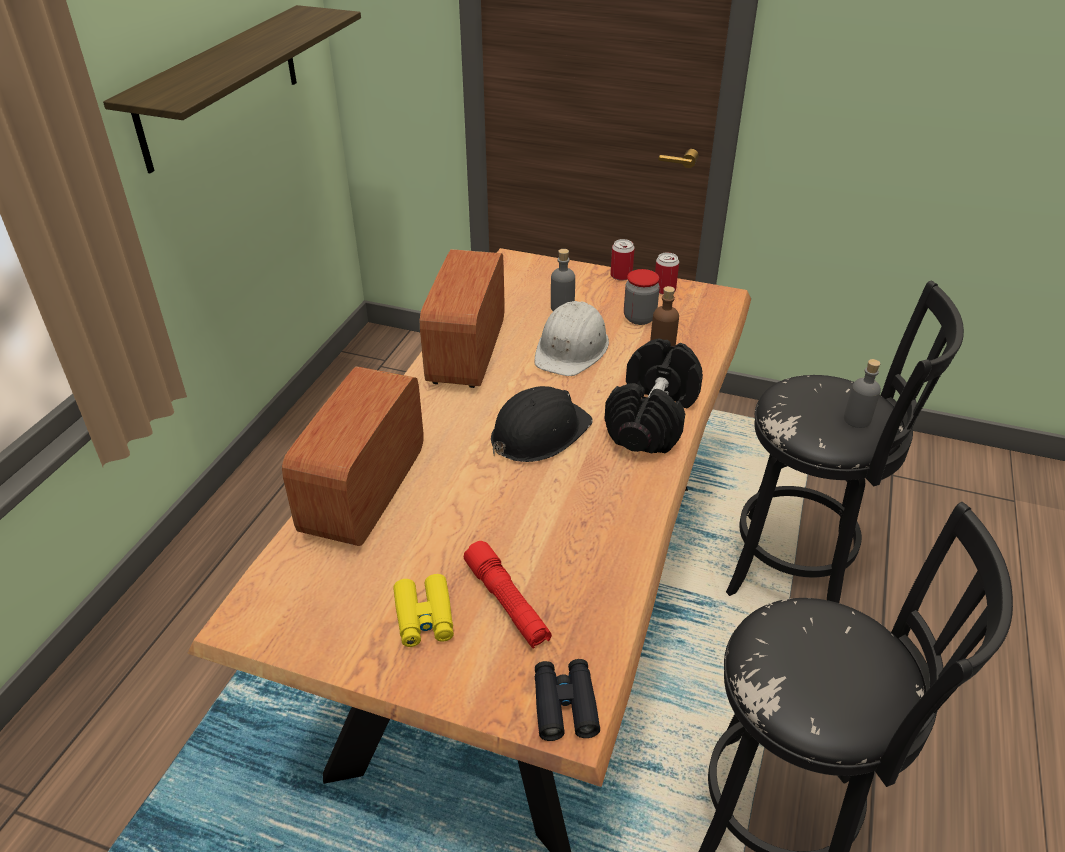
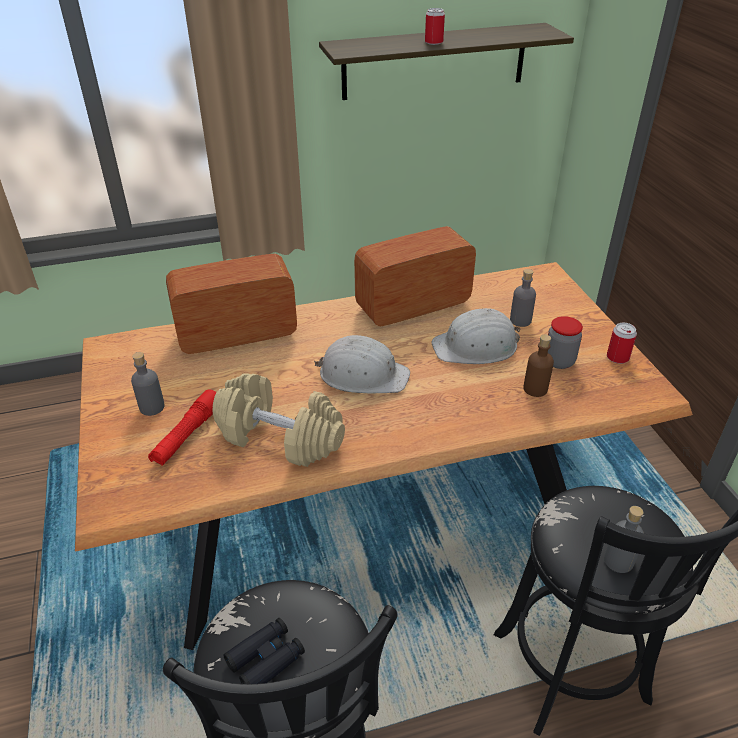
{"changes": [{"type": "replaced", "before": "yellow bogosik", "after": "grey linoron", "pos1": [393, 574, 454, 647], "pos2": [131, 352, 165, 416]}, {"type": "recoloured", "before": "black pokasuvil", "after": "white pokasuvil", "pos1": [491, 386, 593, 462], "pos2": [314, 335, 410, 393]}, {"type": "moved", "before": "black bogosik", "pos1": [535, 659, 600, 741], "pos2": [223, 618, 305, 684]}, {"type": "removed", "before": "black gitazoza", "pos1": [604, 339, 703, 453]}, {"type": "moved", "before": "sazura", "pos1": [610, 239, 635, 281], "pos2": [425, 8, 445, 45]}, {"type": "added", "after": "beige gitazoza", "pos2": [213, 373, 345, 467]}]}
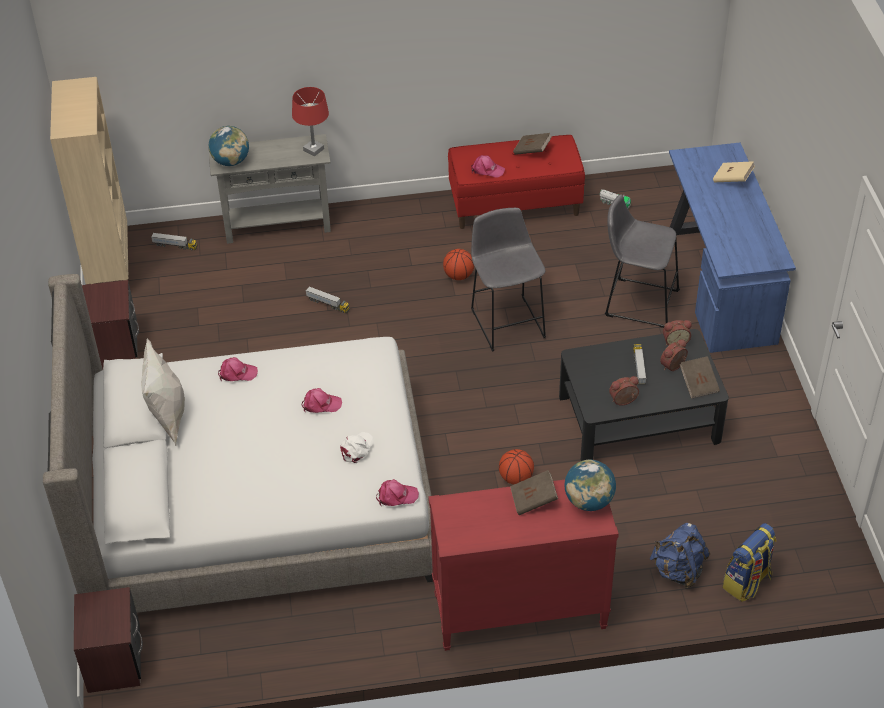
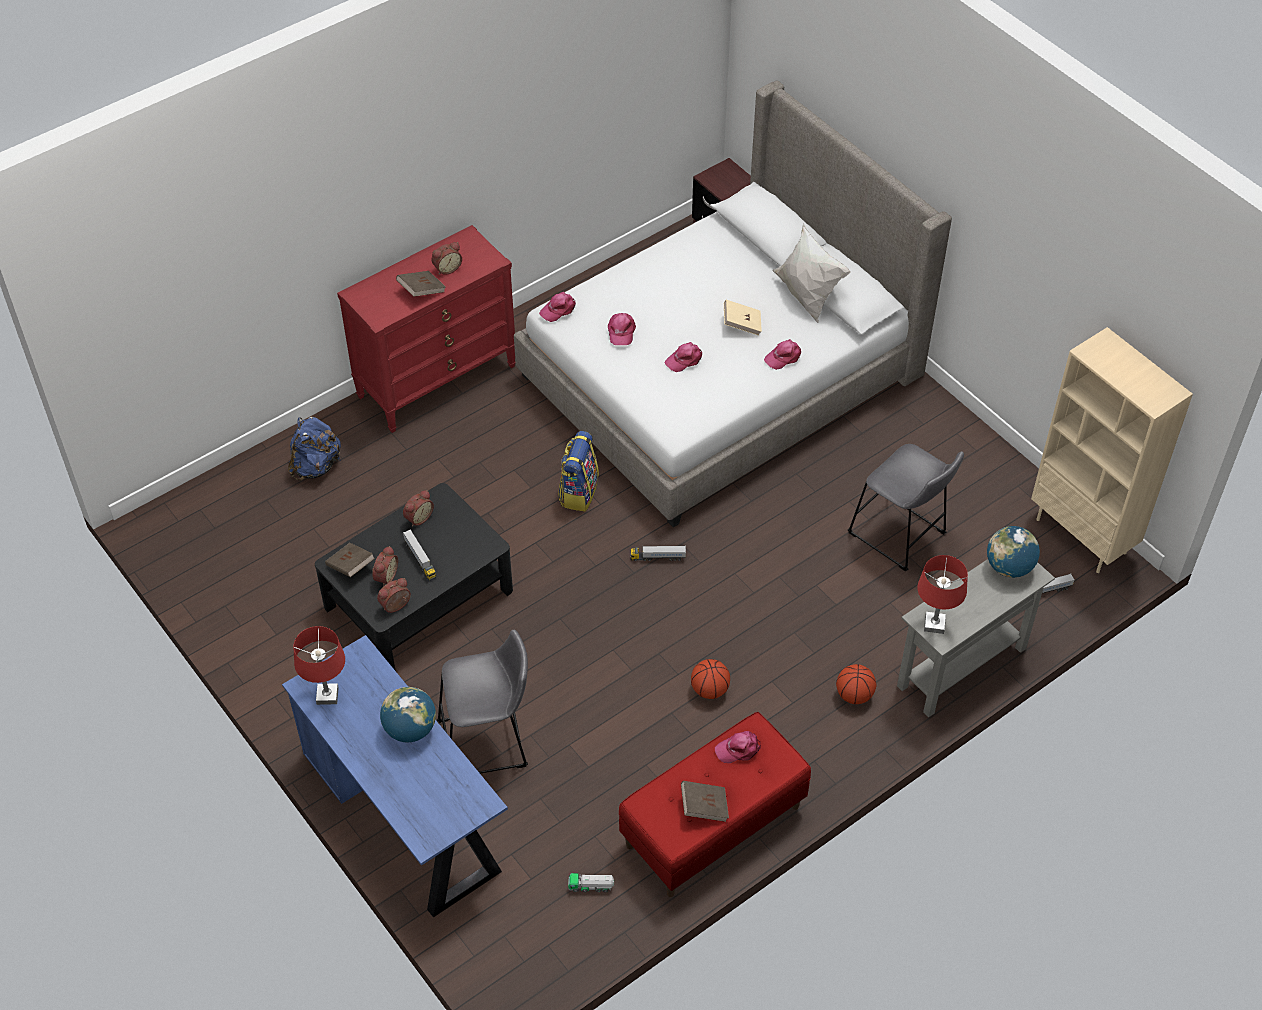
{"changes": [{"type": "removed", "before": "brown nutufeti", "pos1": [82, 280, 139, 369]}, {"type": "moved", "before": "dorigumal", "pos1": [306, 286, 350, 313], "pos2": [630, 546, 686, 561]}, {"type": "recoloured", "before": "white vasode", "after": "pink vasode", "pos1": [340, 432, 374, 463], "pos2": [608, 313, 636, 345]}, {"type": "moved", "before": "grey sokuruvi", "pos1": [471, 208, 546, 352], "pos2": [848, 444, 964, 571]}, {"type": "moved", "before": "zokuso", "pos1": [499, 449, 534, 484], "pos2": [836, 664, 877, 704]}, {"type": "moved", "before": "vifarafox", "pos1": [564, 460, 616, 511], "pos2": [380, 687, 436, 742]}, {"type": "moved", "before": "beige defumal", "pos1": [713, 161, 755, 182], "pos2": [724, 300, 762, 336]}, {"type": "moved", "before": "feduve", "pos1": [722, 523, 777, 602], "pos2": [558, 431, 599, 512]}, {"type": "added", "after": "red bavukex", "pos2": [293, 626, 345, 705]}, {"type": "added", "after": "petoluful", "pos2": [431, 242, 462, 275]}]}
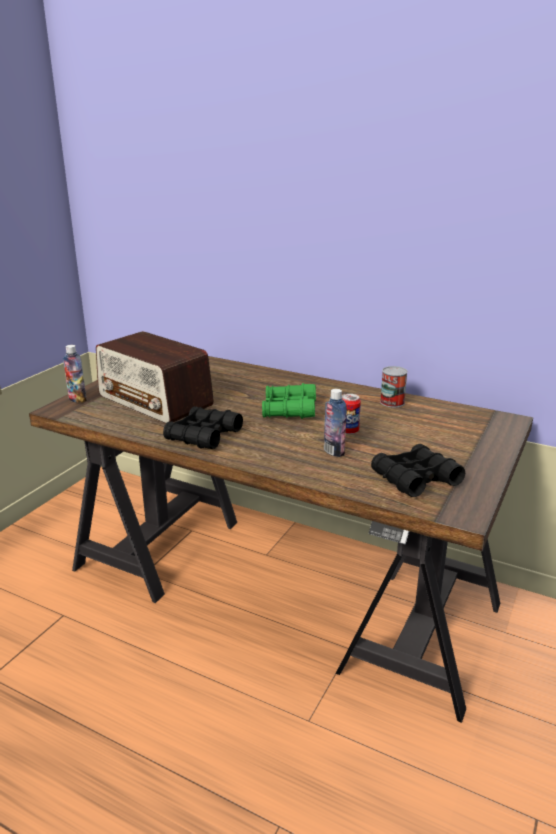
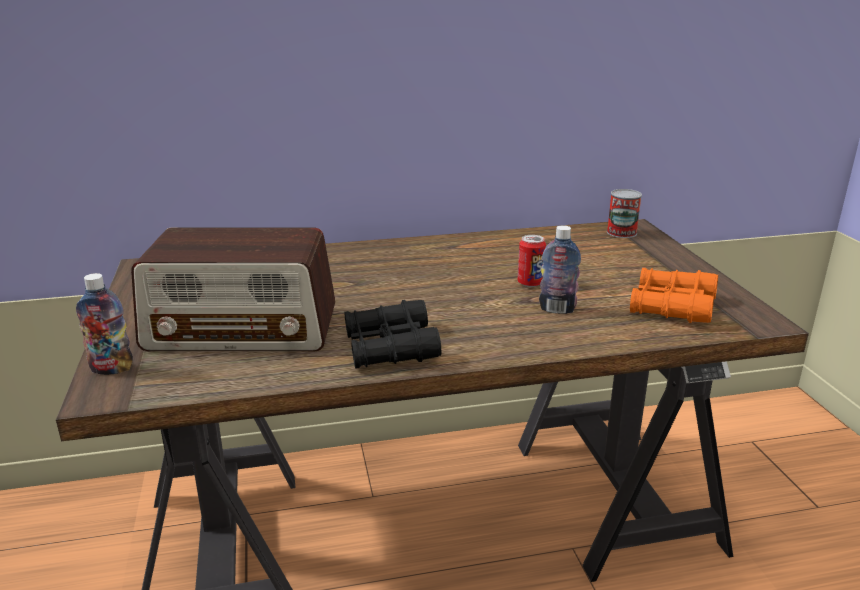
{"changes": [{"type": "removed", "before": "green bogosik", "pos1": [262, 383, 316, 419]}, {"type": "recoloured", "before": "black bogosik", "after": "orange bogosik", "pos1": [371, 444, 465, 497], "pos2": [630, 268, 718, 323]}, {"type": "moved", "before": "sazura", "pos1": [380, 366, 408, 408], "pos2": [607, 189, 642, 238]}]}
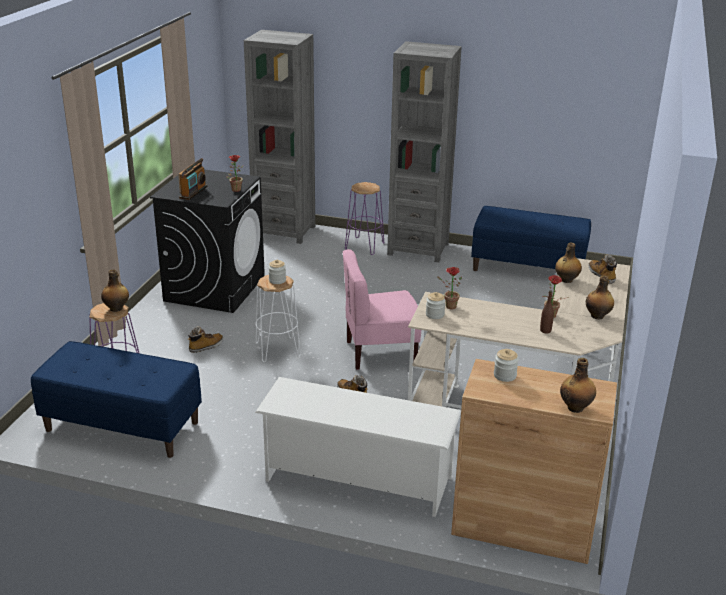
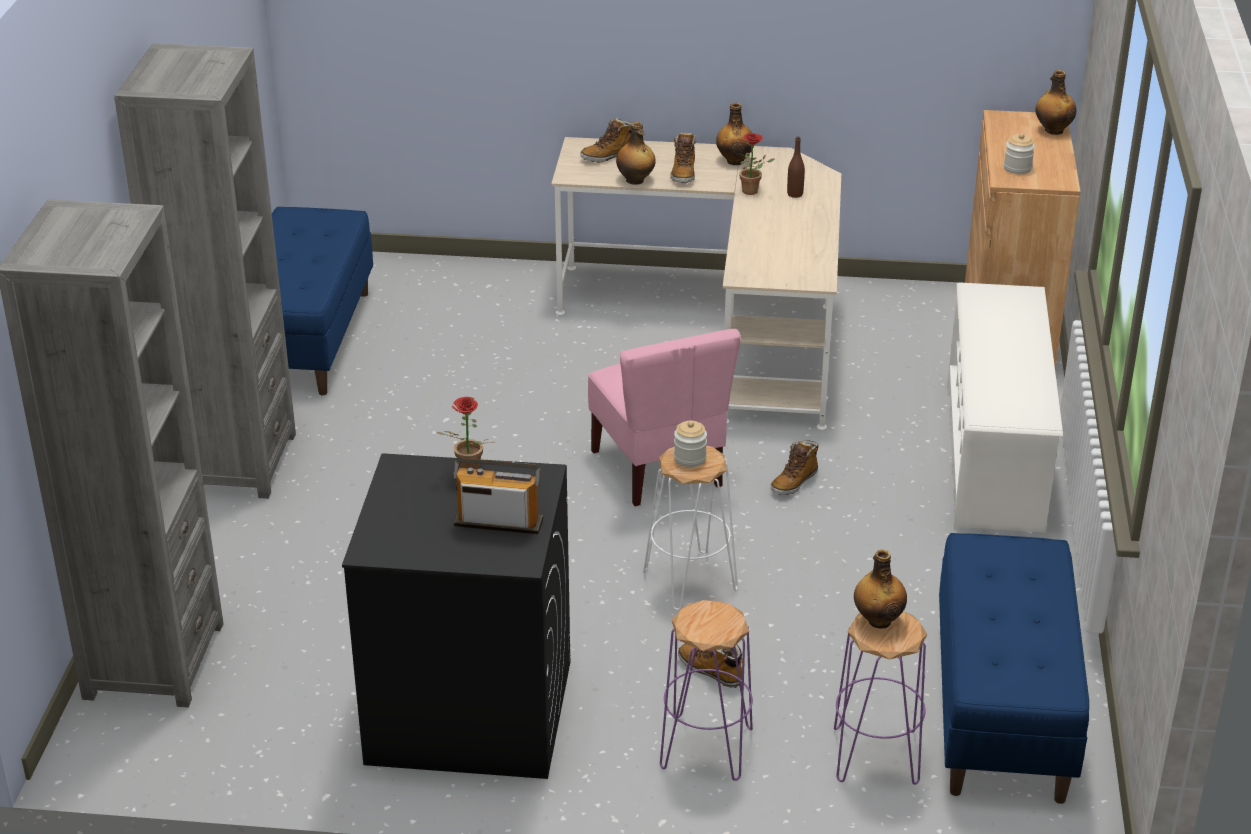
{"changes": [{"type": "moved", "before": "purple sokuruvi", "pos1": [345, 182, 384, 255], "pos2": [660, 600, 753, 781]}, {"type": "removed", "before": "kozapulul", "pos1": [426, 292, 446, 319]}, {"type": "removed", "before": "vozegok", "pos1": [437, 267, 462, 309]}, {"type": "added", "after": "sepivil", "pos2": [670, 132, 696, 183]}]}
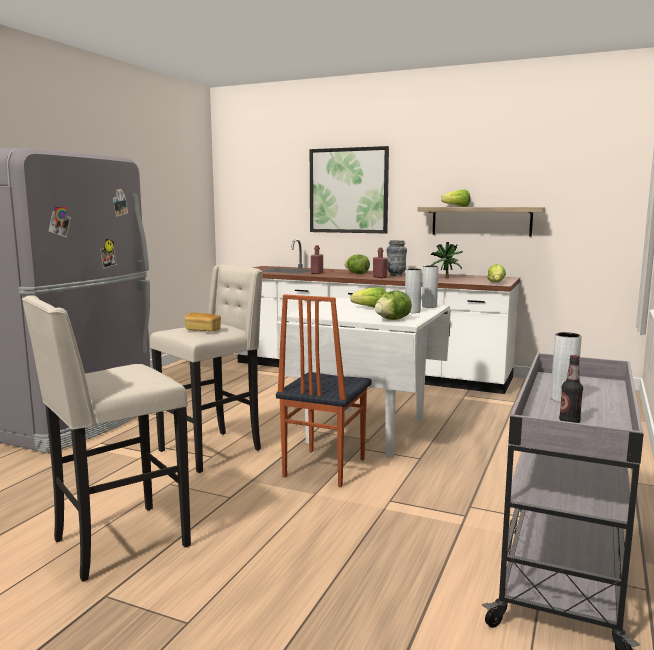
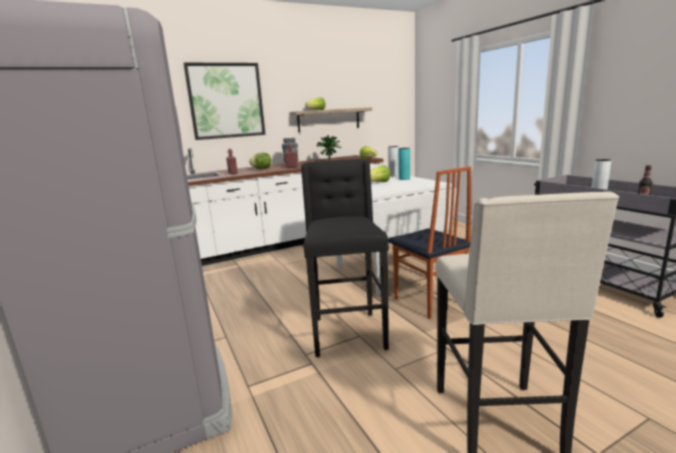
{"changes": [{"type": "recoloured", "before": "beige sokuruvi", "after": "black sokuruvi", "pos1": [150, 265, 263, 473], "pos2": [301, 159, 389, 357]}, {"type": "removed", "before": "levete", "pos1": [184, 312, 221, 332]}, {"type": "removed", "before": "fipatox", "pos1": [375, 291, 412, 320]}, {"type": "recoloured", "before": "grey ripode", "after": "turquoise ripode", "pos1": [405, 268, 422, 313], "pos2": [398, 148, 410, 180]}]}
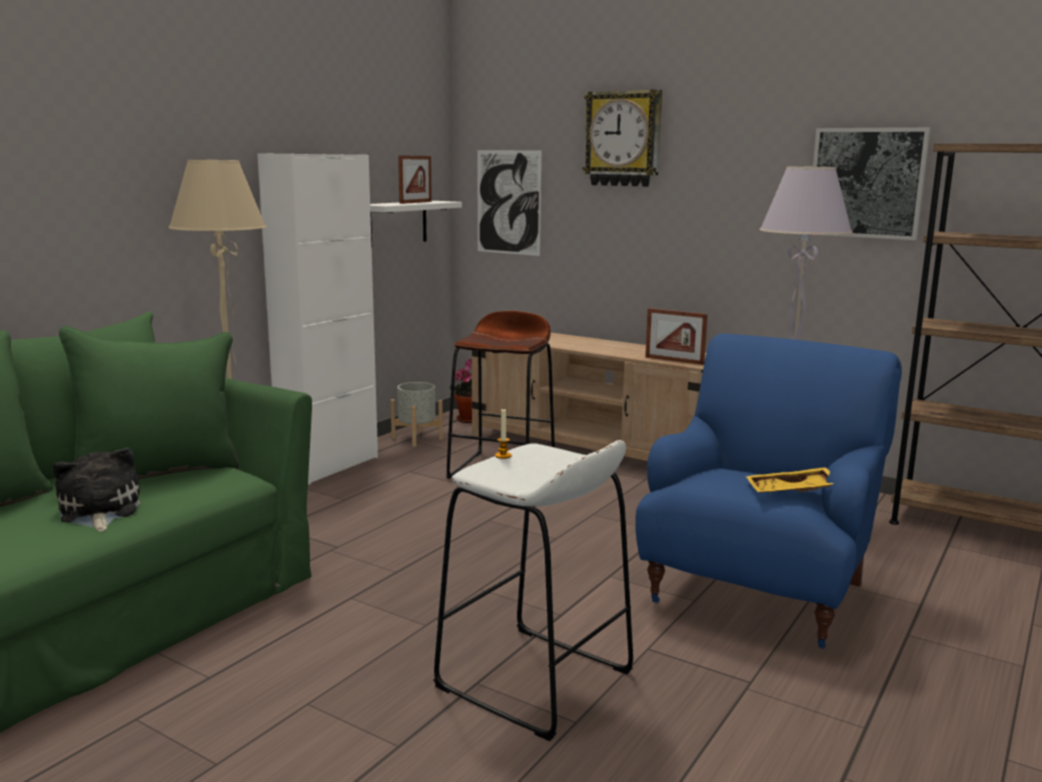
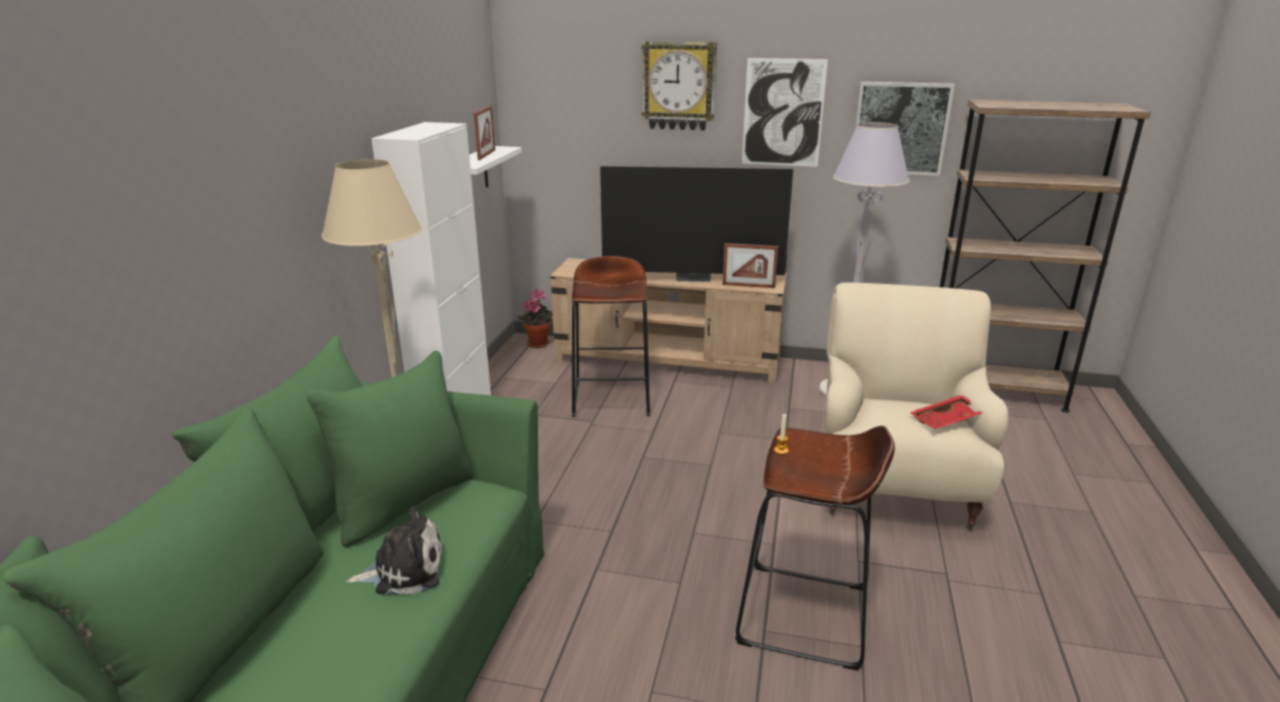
{"changes": [{"type": "turned", "before": "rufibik", "pos1": [53, 448, 140, 532], "pos2": [347, 507, 443, 595], "turn": 120}, {"type": "removed", "before": "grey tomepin", "pos1": [391, 382, 443, 447]}, {"type": "recoloured", "before": "white sokuruvi", "after": "brown sokuruvi", "pos1": [433, 440, 633, 741], "pos2": [735, 426, 895, 671]}, {"type": "moved", "before": "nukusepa", "pos1": [478, 150, 542, 256], "pos2": [742, 58, 828, 167]}, {"type": "recoloured", "before": "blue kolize", "after": "beige kolize", "pos1": [635, 334, 902, 649], "pos2": [825, 283, 1009, 531]}, {"type": "recoloured", "before": "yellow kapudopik", "after": "red kapudopik", "pos1": [746, 467, 834, 493], "pos2": [909, 395, 983, 429]}, {"type": "added", "after": "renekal", "pos2": [600, 166, 793, 282]}]}
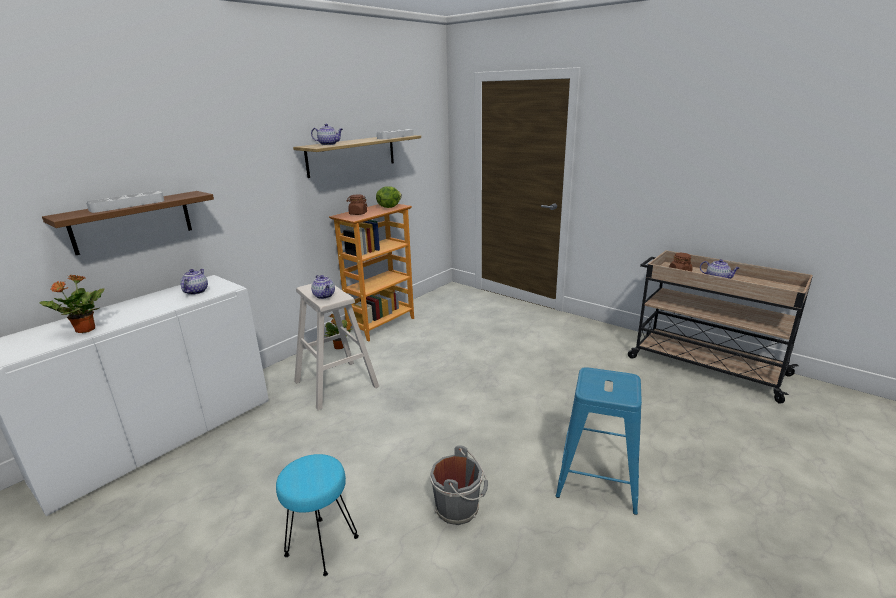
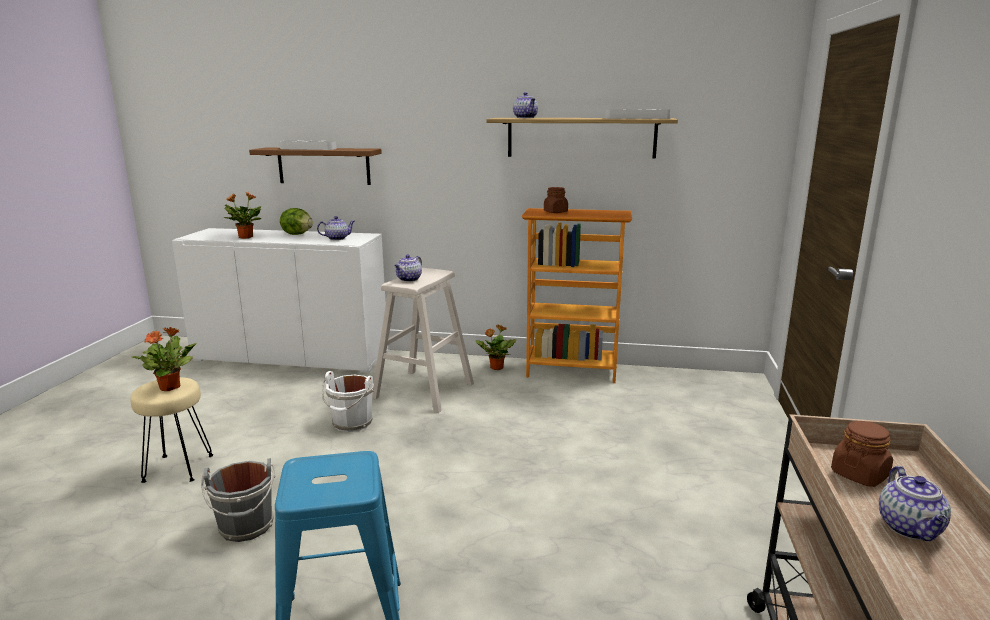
{"changes": [{"type": "recoloured", "before": "turquoise sokuruvi", "after": "beige sokuruvi", "pos1": [276, 454, 359, 576], "pos2": [130, 377, 213, 483]}, {"type": "moved", "before": "fipatox", "pos1": [376, 186, 402, 208], "pos2": [280, 208, 313, 235]}, {"type": "added", "after": "vozegok", "pos2": [131, 327, 197, 391]}, {"type": "added", "after": "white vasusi", "pos2": [322, 371, 374, 432]}]}
